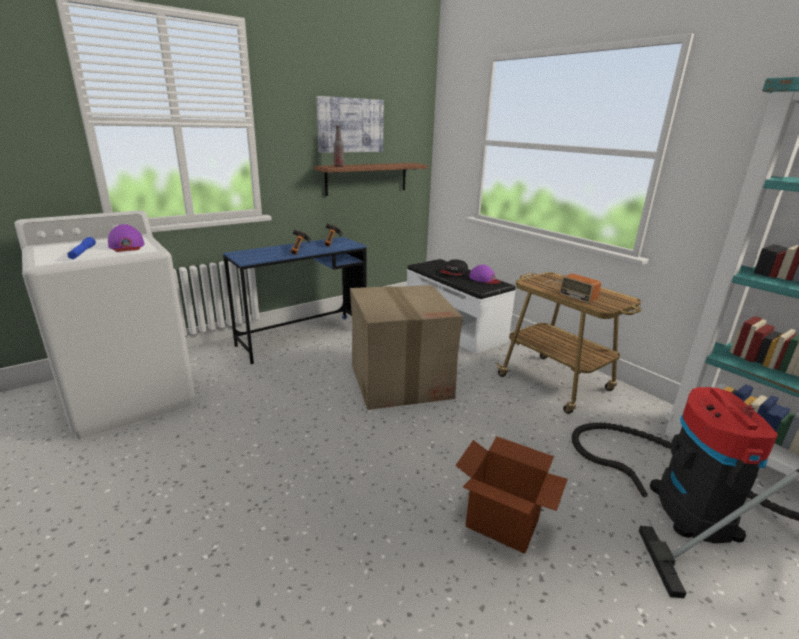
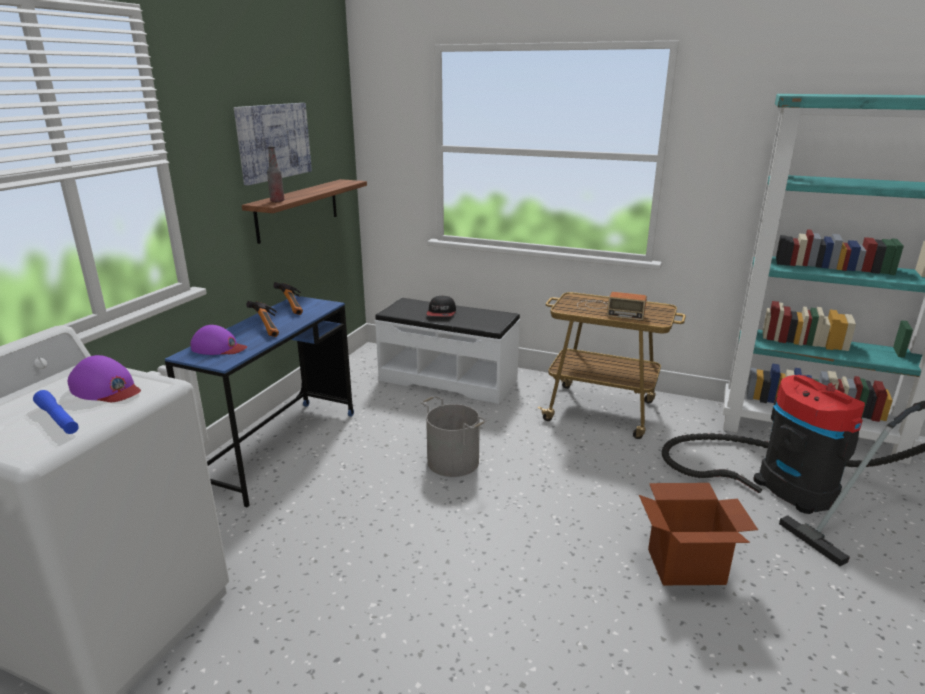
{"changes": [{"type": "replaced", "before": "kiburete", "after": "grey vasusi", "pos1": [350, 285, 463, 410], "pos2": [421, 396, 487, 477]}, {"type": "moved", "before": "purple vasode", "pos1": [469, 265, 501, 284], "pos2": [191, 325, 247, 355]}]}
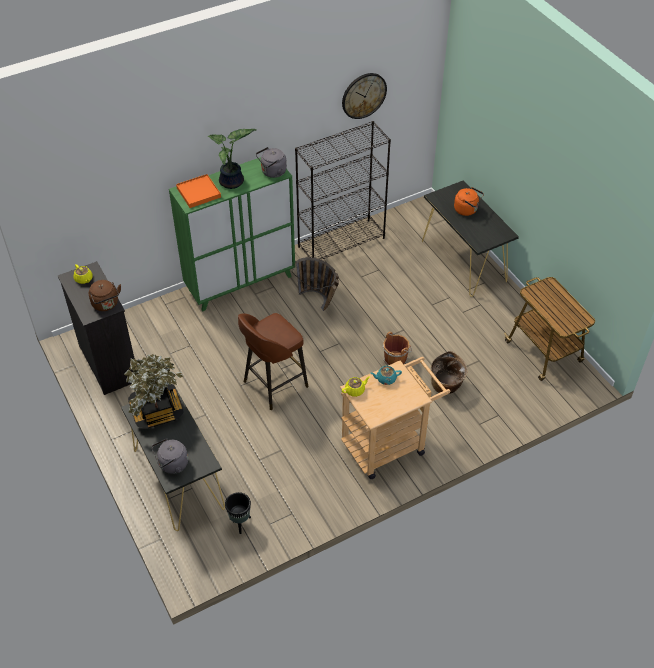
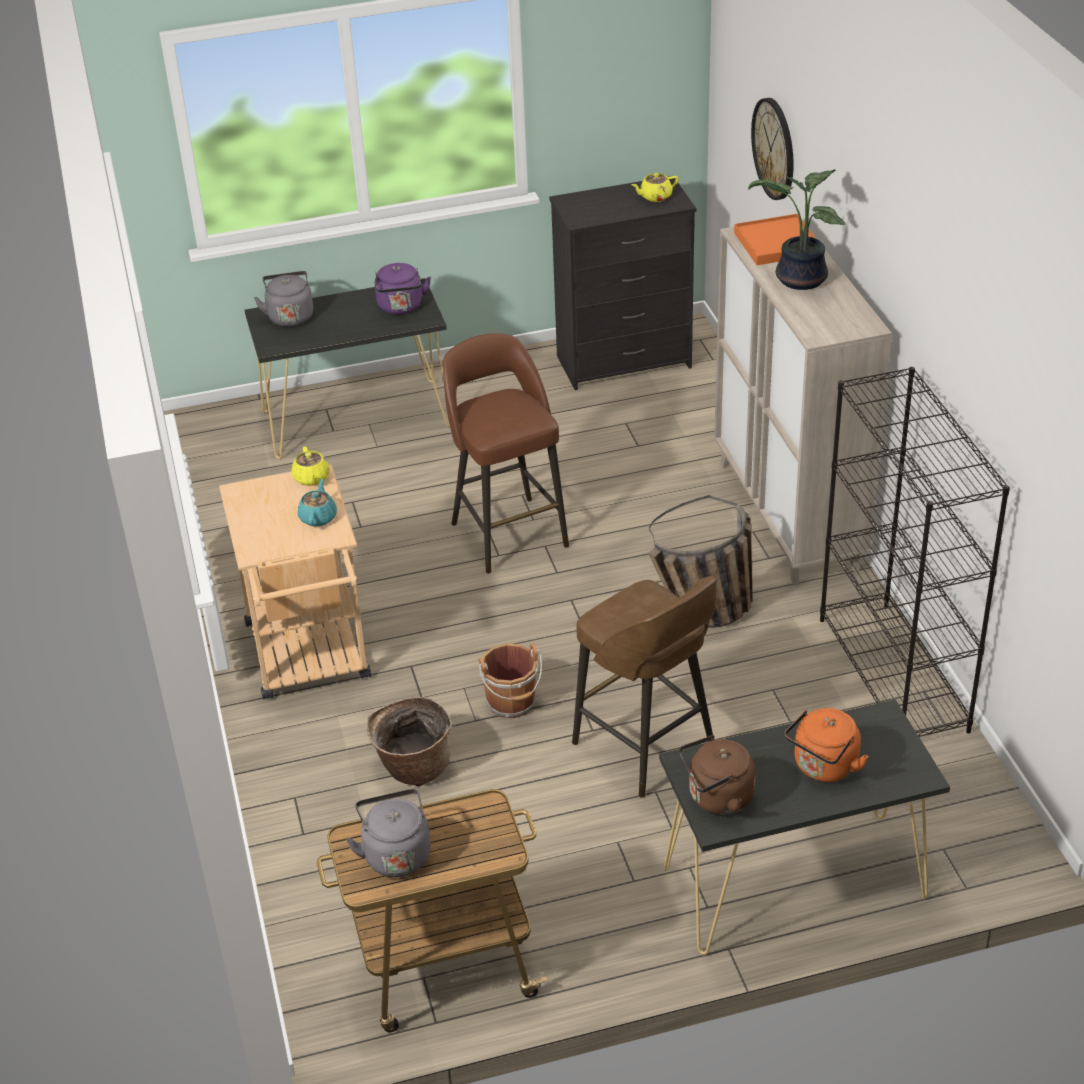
{"changes": [{"type": "moved", "before": "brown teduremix", "pos1": [89, 280, 121, 311], "pos2": [679, 735, 756, 815]}, {"type": "replaced", "before": "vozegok", "after": "purple teduremix", "pos1": [124, 354, 184, 428], "pos2": [375, 263, 431, 314]}, {"type": "recoloured", "before": "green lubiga", "after": "beige lubiga", "pos1": [169, 157, 295, 312], "pos2": [714, 227, 892, 585]}, {"type": "removed", "before": "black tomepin", "pos1": [225, 492, 251, 534]}, {"type": "moved", "before": "grey teduremix", "pos1": [256, 147, 287, 178], "pos2": [347, 789, 431, 877]}, {"type": "moved", "before": "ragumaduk", "pos1": [342, 73, 387, 119], "pos2": [751, 98, 794, 200]}, {"type": "added", "after": "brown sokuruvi", "pos2": [572, 576, 717, 798]}]}
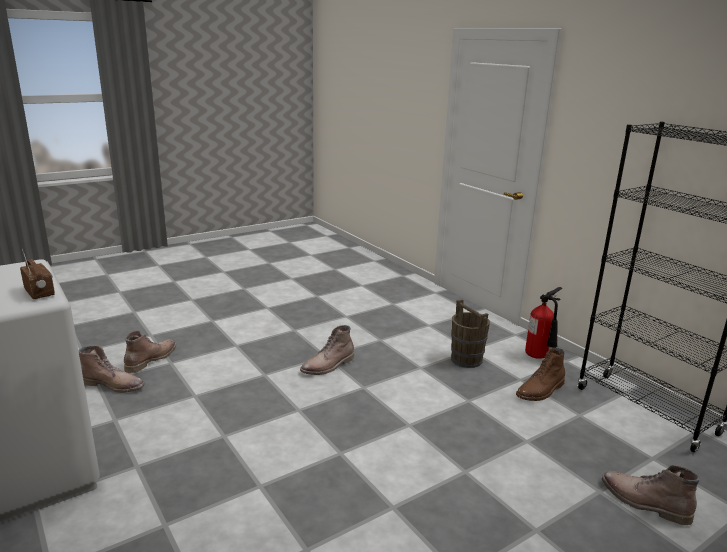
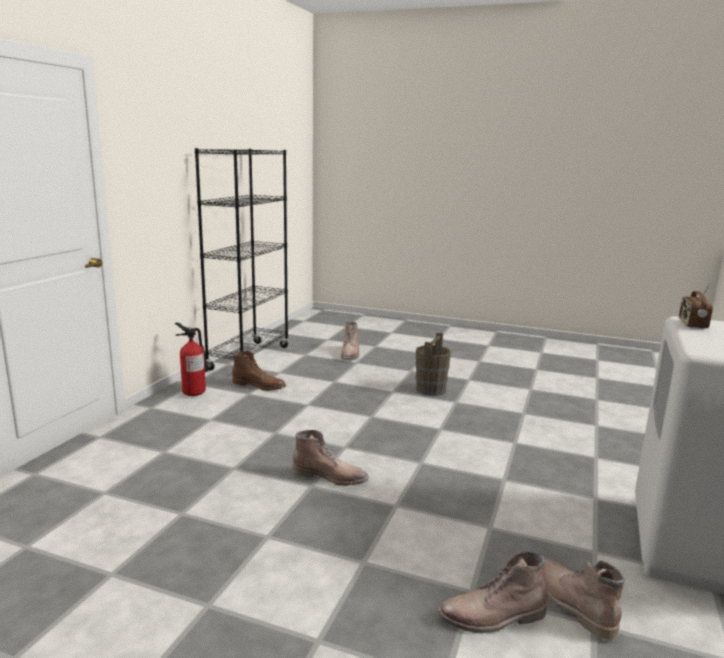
{"changes": [{"type": "moved", "before": "brown vasusi", "pos1": [451, 299, 490, 368], "pos2": [415, 333, 451, 396]}]}
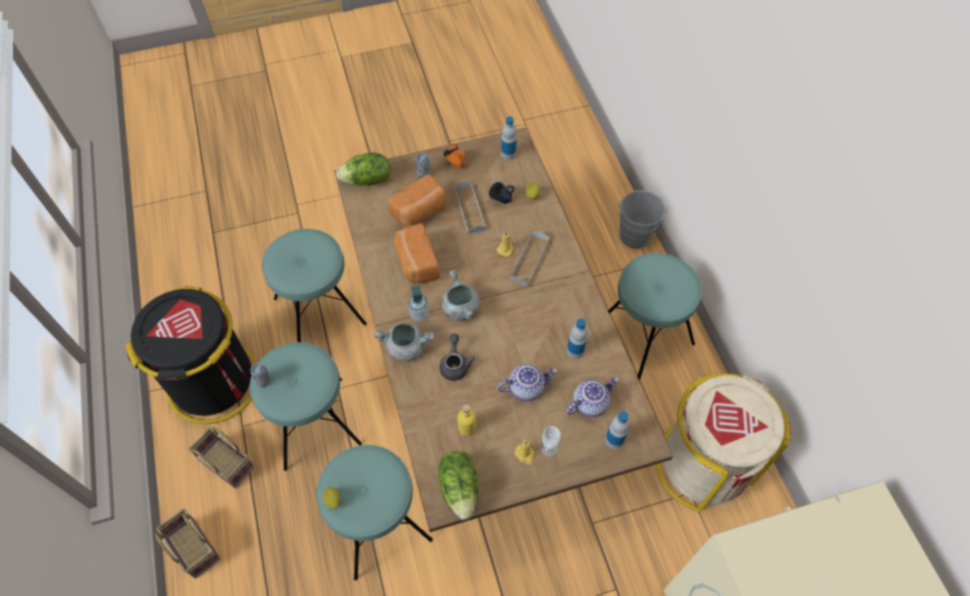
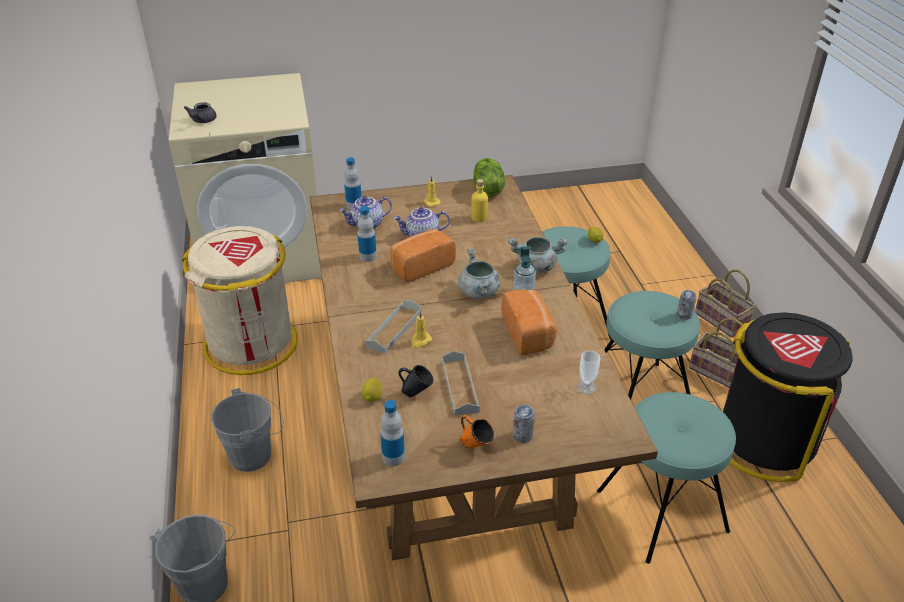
{"changes": [{"type": "removed", "before": "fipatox", "pos1": [336, 153, 390, 186]}, {"type": "moved", "before": "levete", "pos1": [388, 174, 446, 227], "pos2": [390, 229, 456, 283]}, {"type": "moved", "before": "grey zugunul", "pos1": [439, 333, 475, 381], "pos2": [184, 102, 217, 123]}, {"type": "moved", "before": "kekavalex", "pos1": [541, 426, 561, 456], "pos2": [577, 351, 600, 394]}, {"type": "replaced", "before": "turquoise sokuruvi", "after": "grey vasusi", "pos1": [608, 253, 702, 380], "pos2": [211, 388, 283, 472]}]}
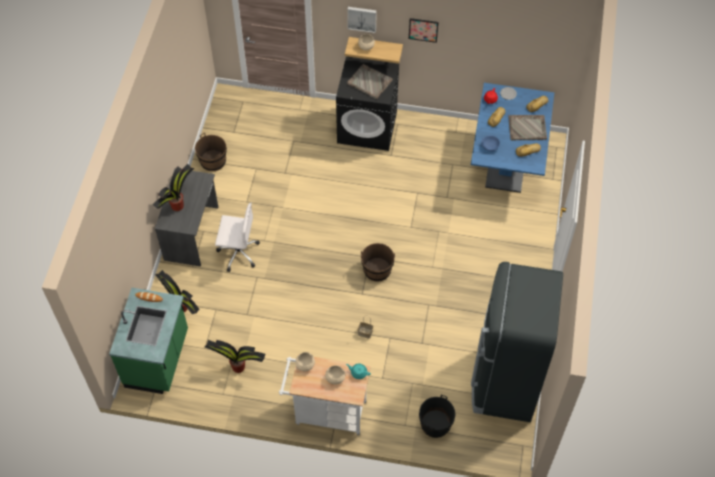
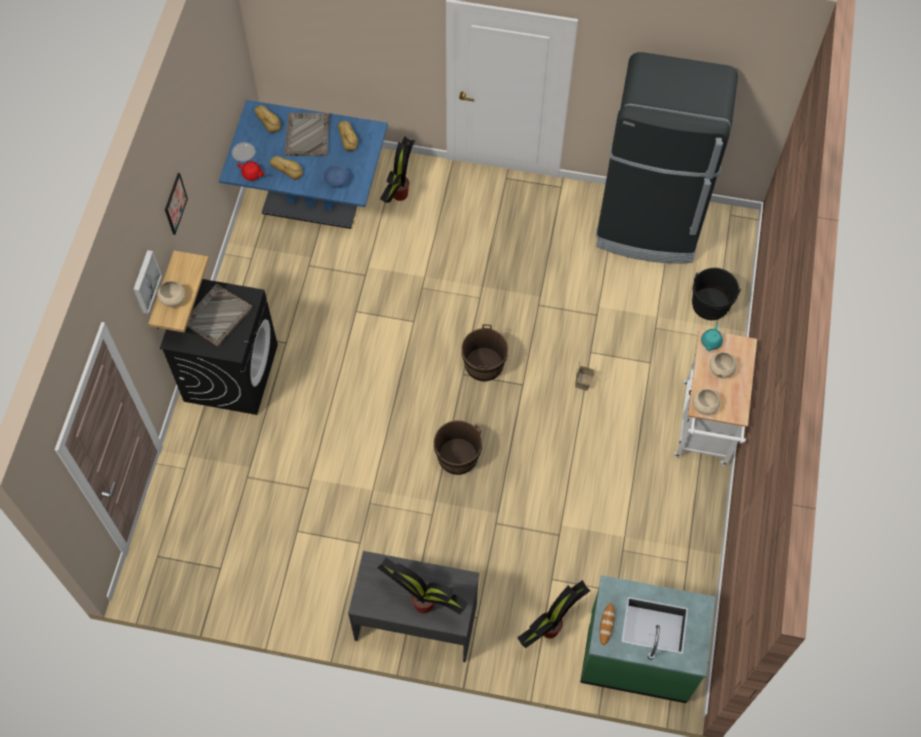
{"changes": [{"type": "moved", "before": "brown vasusi", "pos1": [195, 133, 227, 171], "pos2": [434, 420, 482, 475]}, {"type": "moved", "before": "vozegok", "pos1": [205, 340, 265, 373], "pos2": [380, 136, 415, 203]}, {"type": "removed", "before": "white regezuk", "pos1": [215, 203, 260, 272]}]}
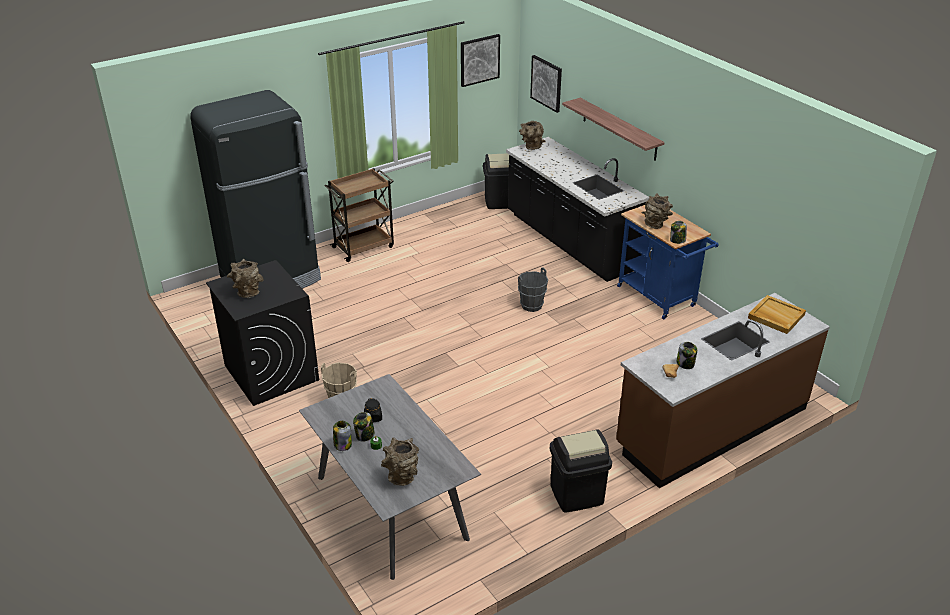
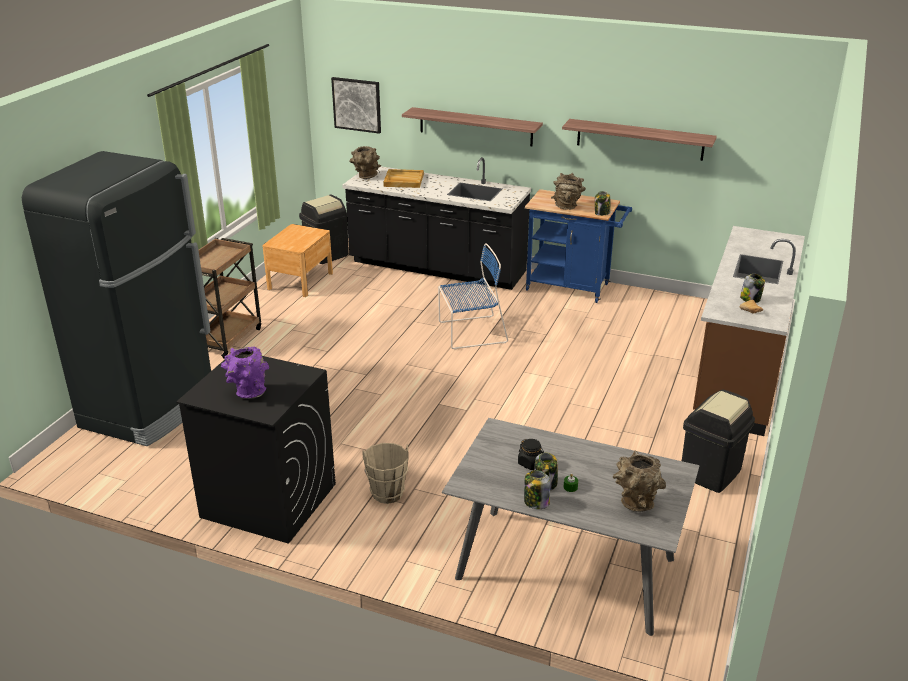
{"changes": [{"type": "recoloured", "before": "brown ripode", "after": "purple ripode", "pos1": [227, 259, 264, 298], "pos2": [221, 347, 269, 399]}, {"type": "removed", "before": "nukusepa", "pos1": [461, 34, 500, 87]}, {"type": "replaced", "before": "grey vasusi", "after": "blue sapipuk", "pos1": [518, 268, 548, 312], "pos2": [438, 243, 508, 349]}, {"type": "moved", "before": "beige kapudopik", "pos1": [748, 295, 806, 334], "pos2": [383, 169, 424, 188]}, {"type": "added", "after": "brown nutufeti", "pos2": [262, 224, 333, 297]}, {"type": "added", "after": "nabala", "pos2": [562, 119, 717, 161]}]}
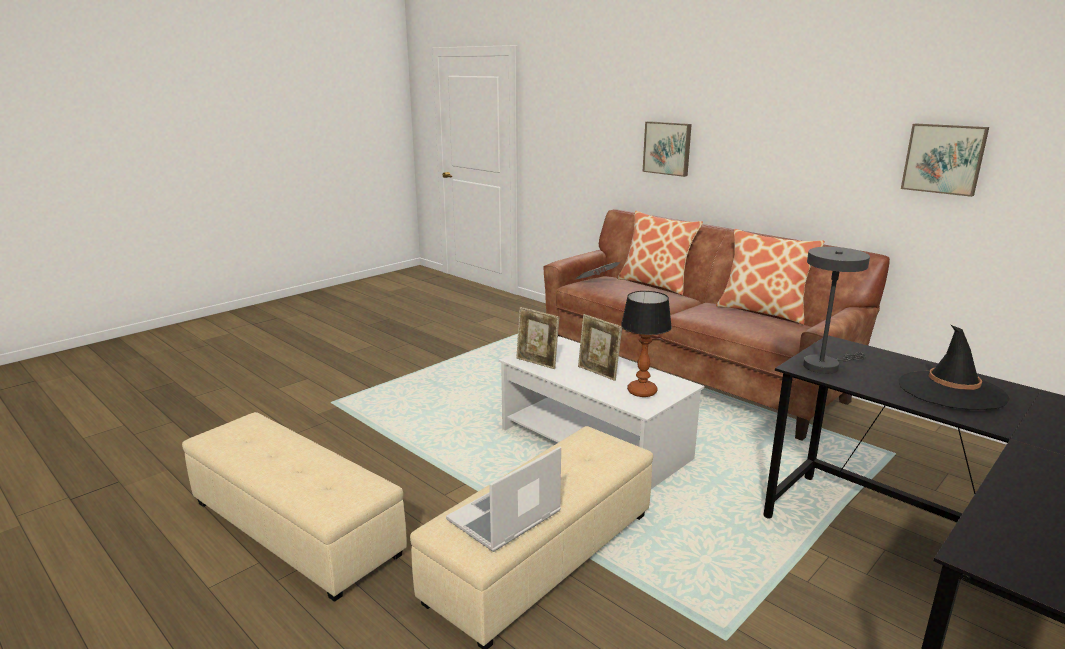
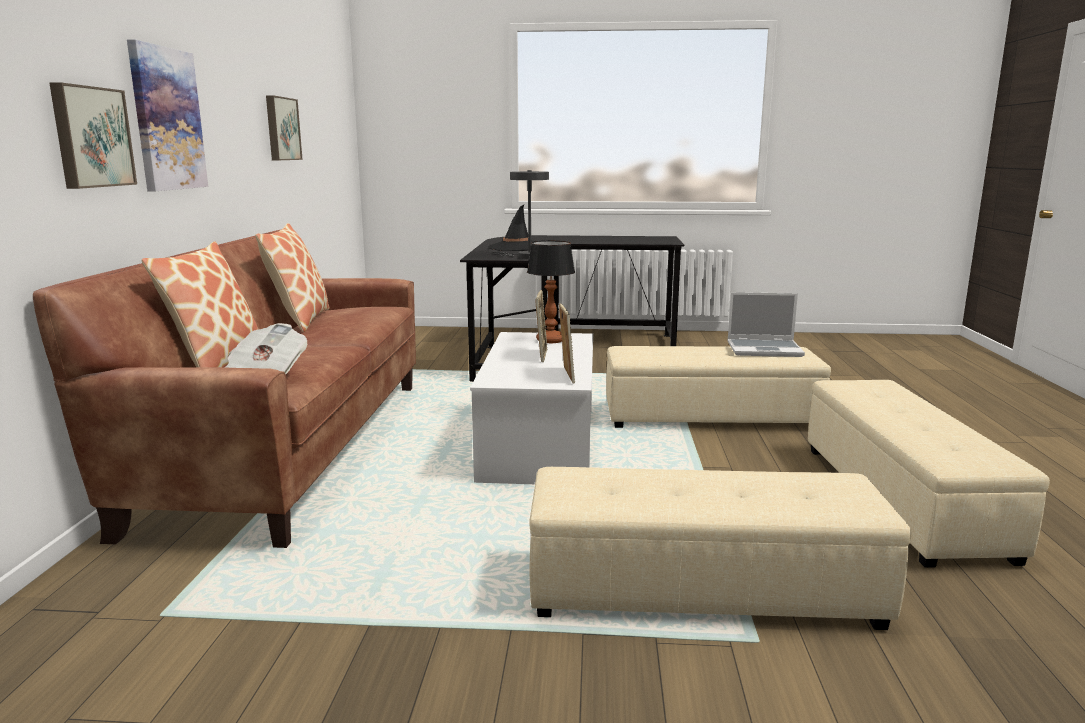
{"changes": [{"type": "added", "after": "nukusepa", "pos2": [127, 40, 208, 192]}, {"type": "added", "after": "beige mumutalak", "pos2": [529, 467, 911, 630]}]}
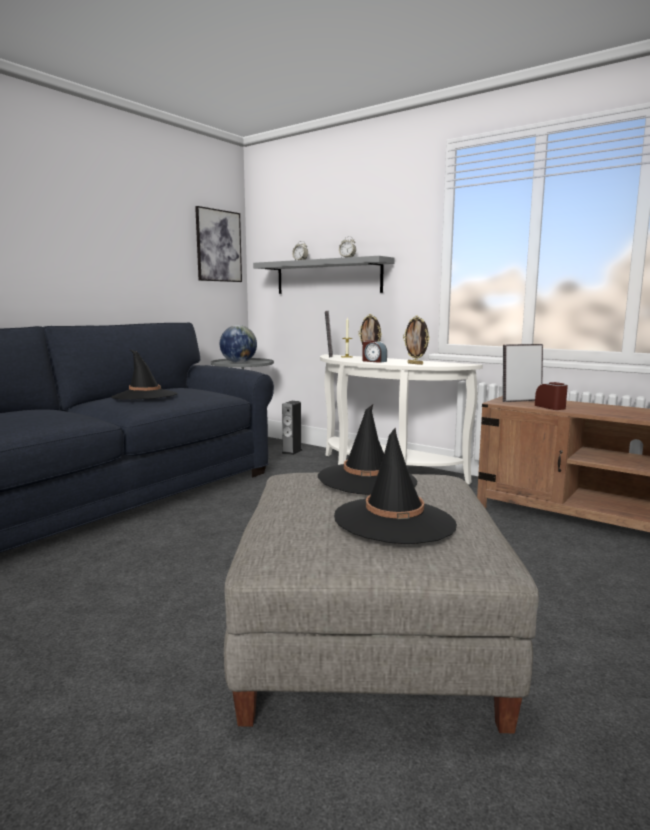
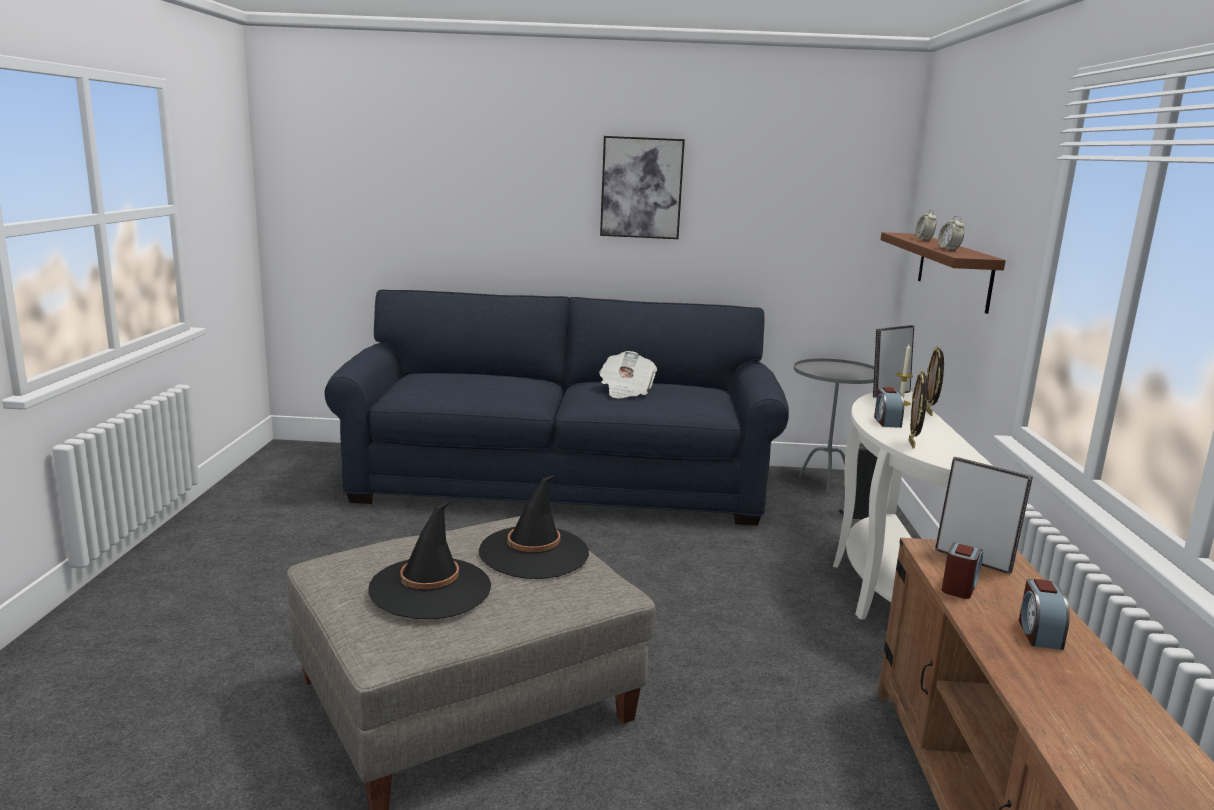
{"changes": [{"type": "replaced", "before": "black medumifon", "after": "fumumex", "pos1": [112, 350, 178, 400], "pos2": [599, 351, 657, 398]}, {"type": "moved", "before": "nukusepa", "pos1": [195, 206, 242, 282], "pos2": [600, 136, 685, 239]}, {"type": "removed", "before": "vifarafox", "pos1": [220, 325, 257, 363]}, {"type": "recoloured", "before": "grey nabala", "after": "brown nabala", "pos1": [253, 256, 395, 294], "pos2": [881, 232, 1006, 314]}, {"type": "added", "after": "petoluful", "pos2": [1019, 579, 1070, 650]}]}
